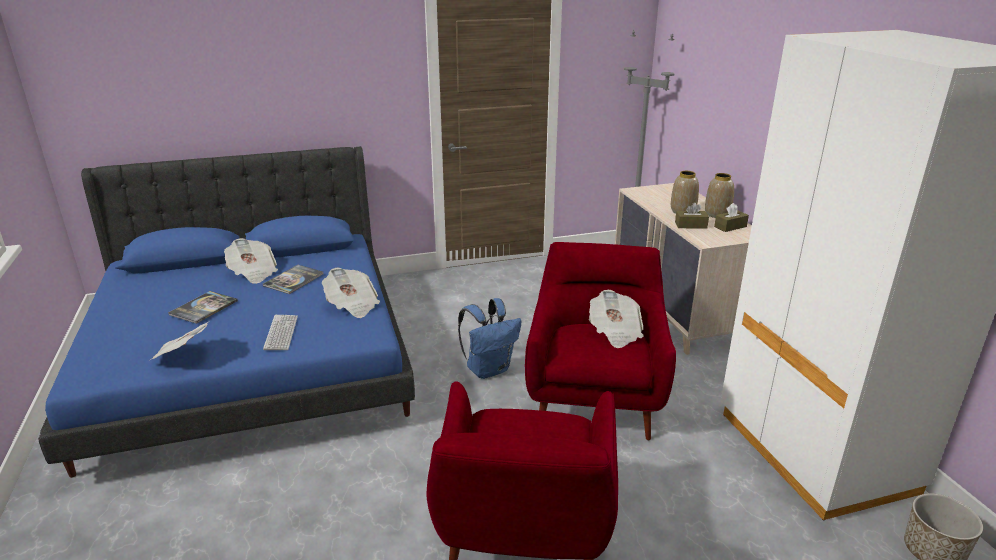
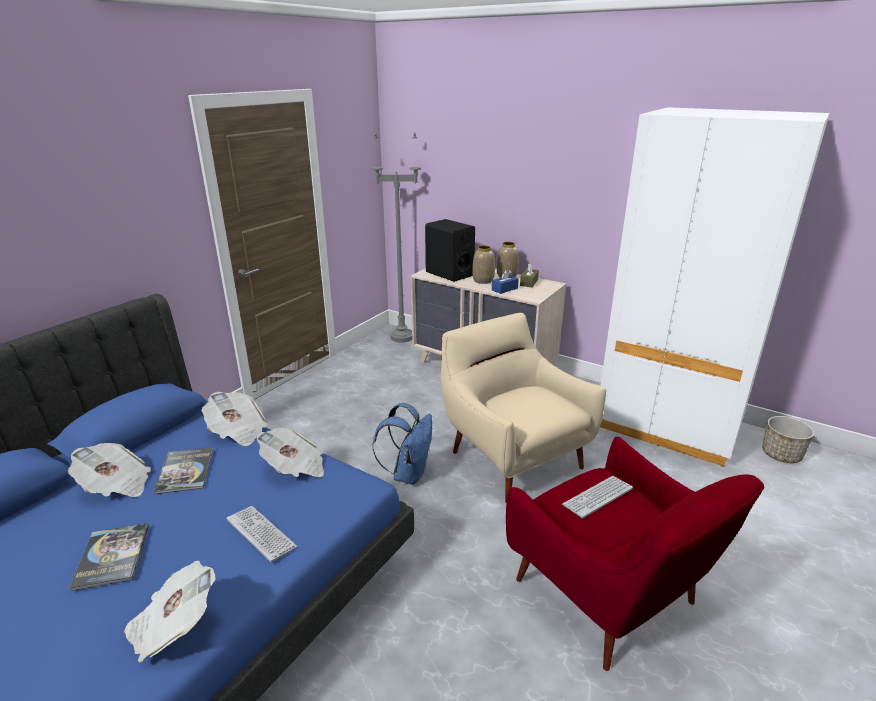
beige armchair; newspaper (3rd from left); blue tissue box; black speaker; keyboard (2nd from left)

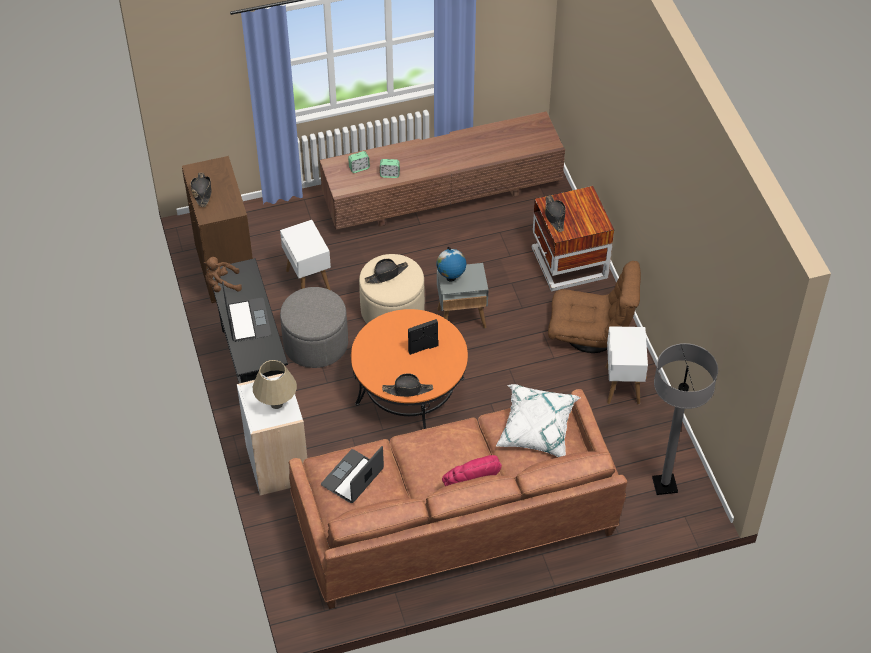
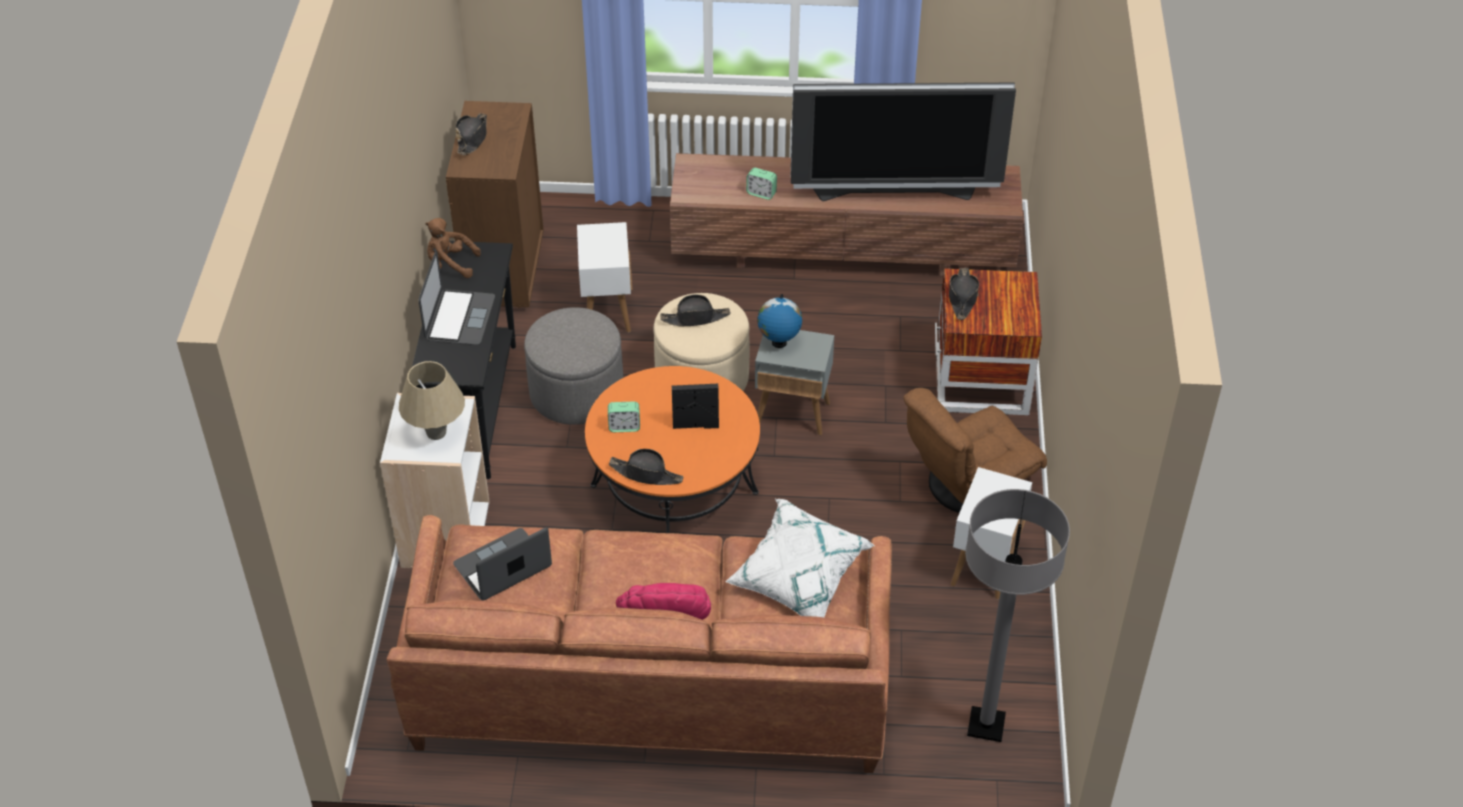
alarm clock (1st from left); brown armchair; television

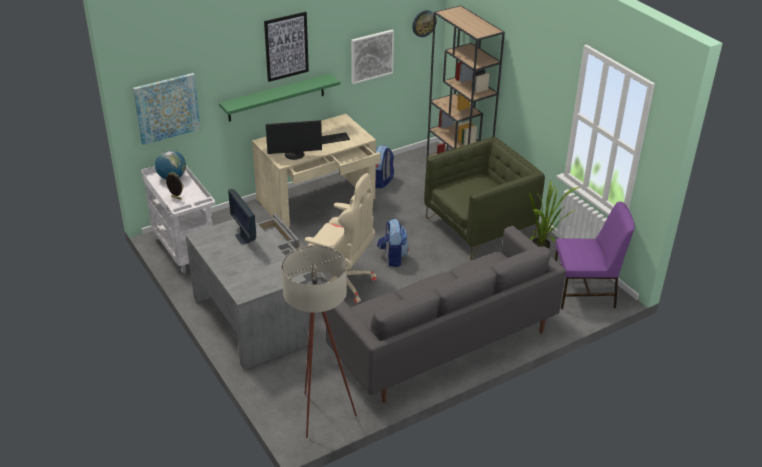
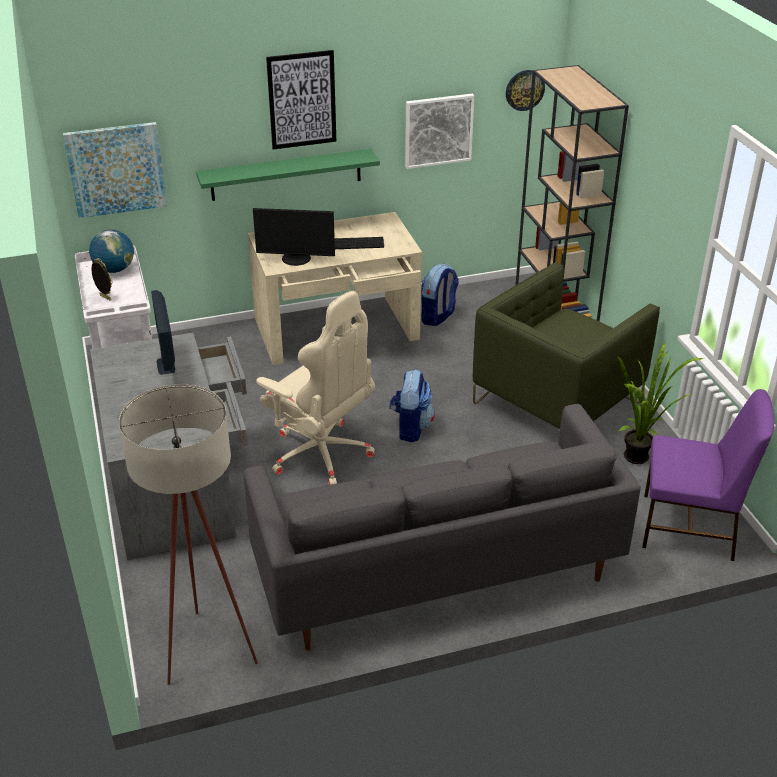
green armchair

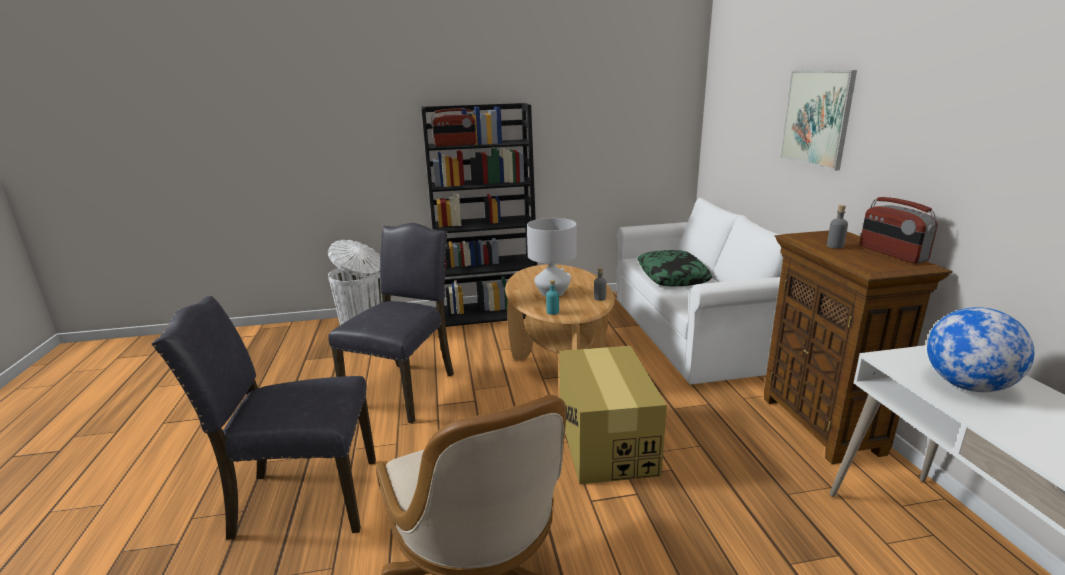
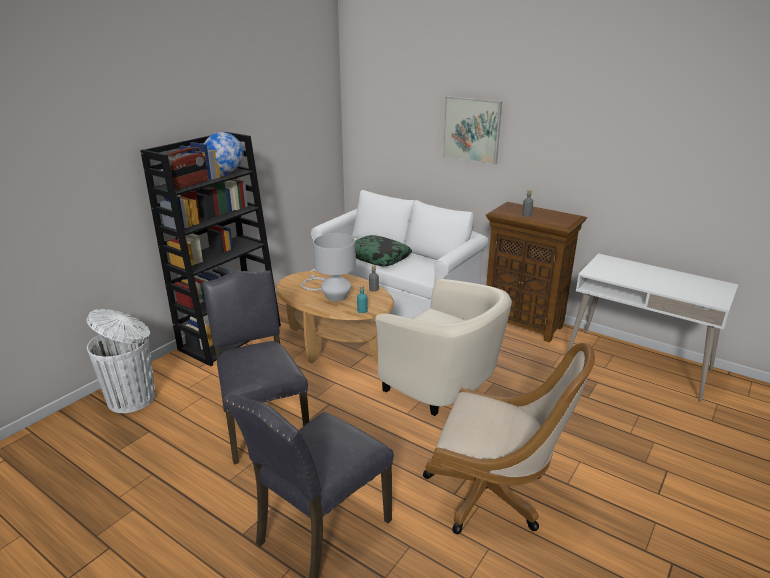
beige armchair; radio (2nd from left in the first image); globe

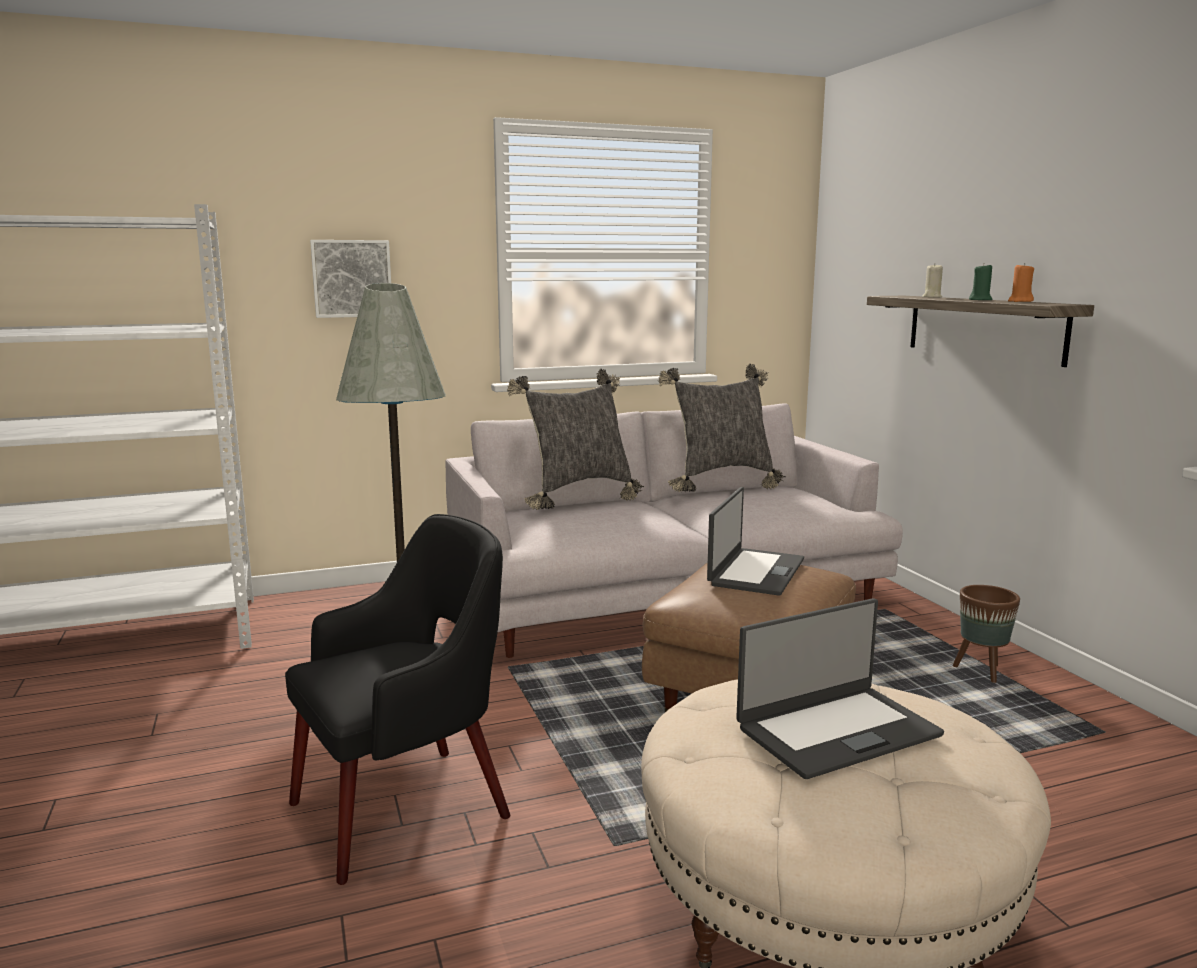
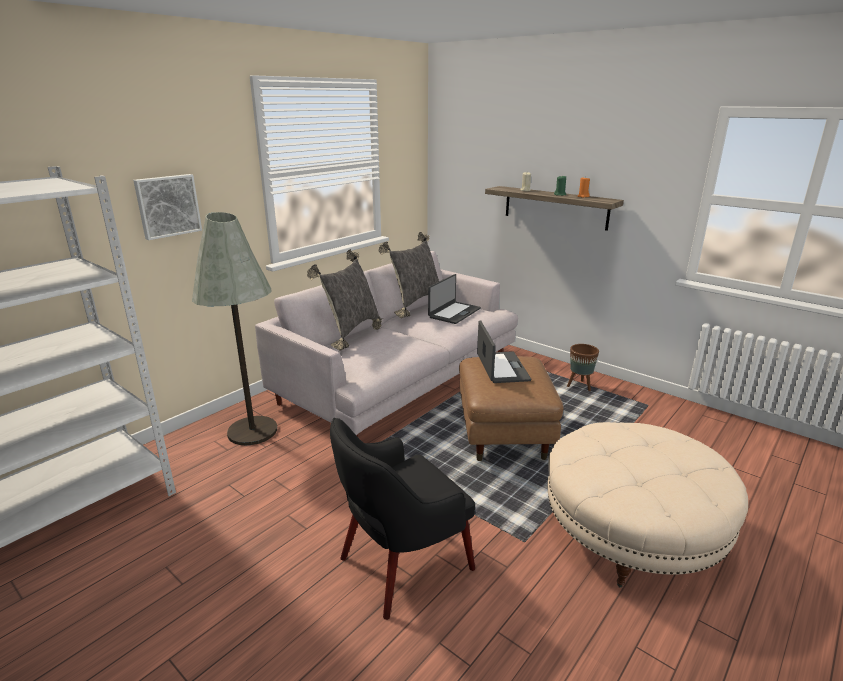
black armchair; laptop (1st from left)

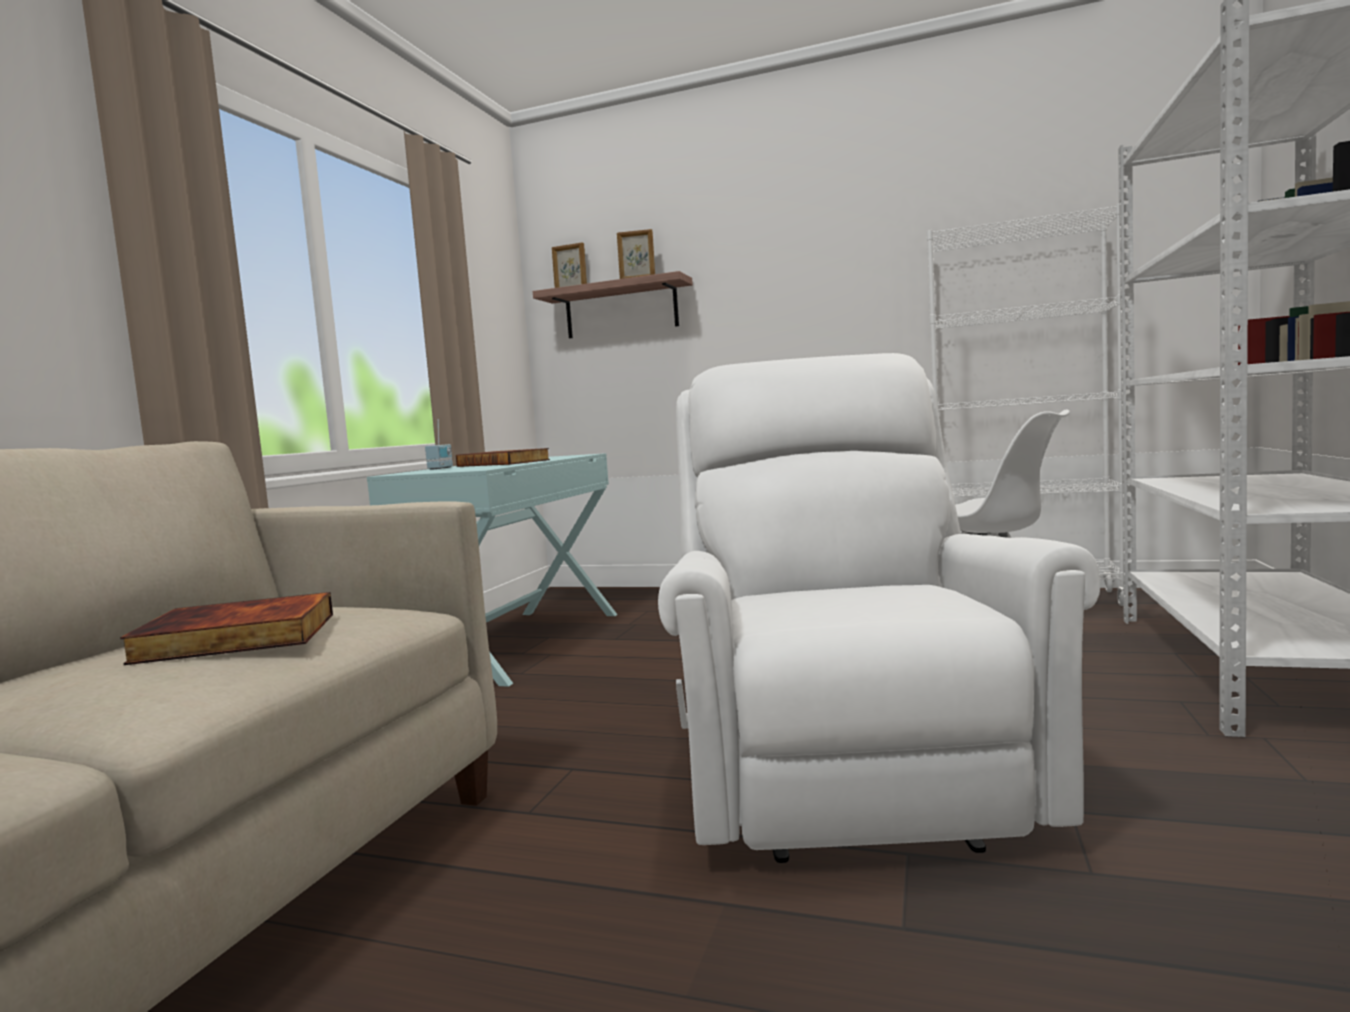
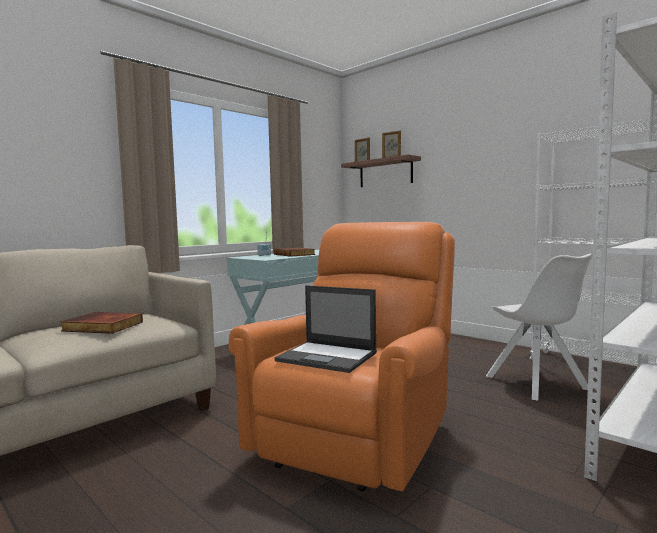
orange armchair; laptop

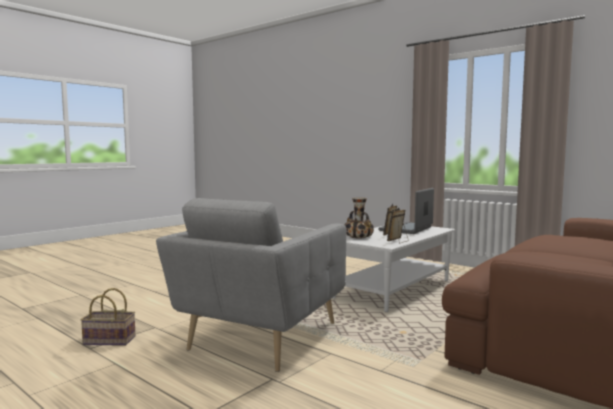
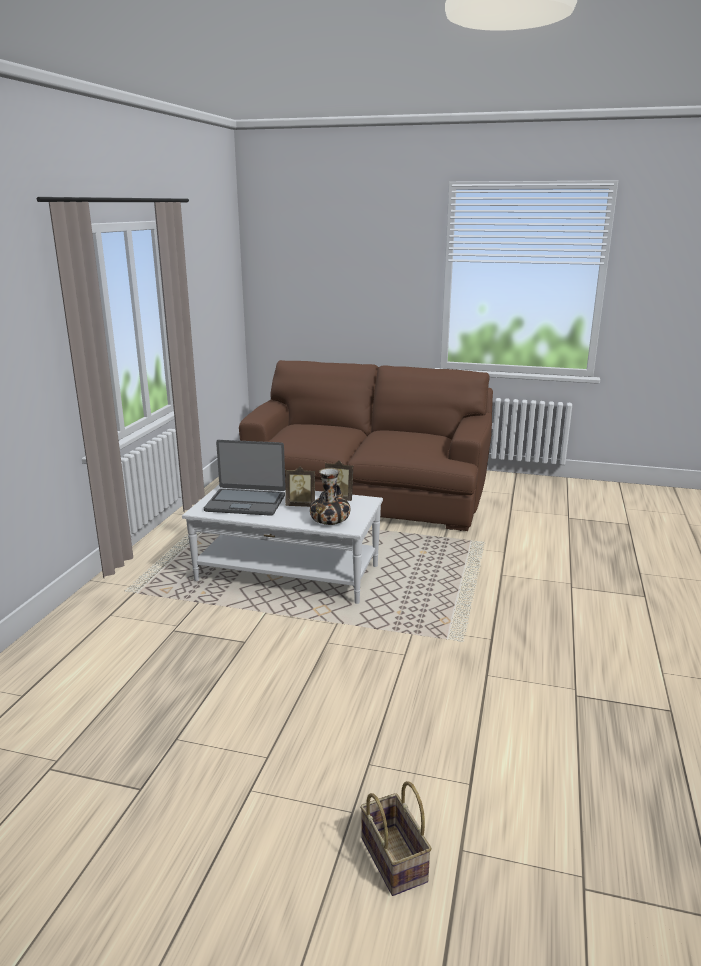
basket; grey armchair

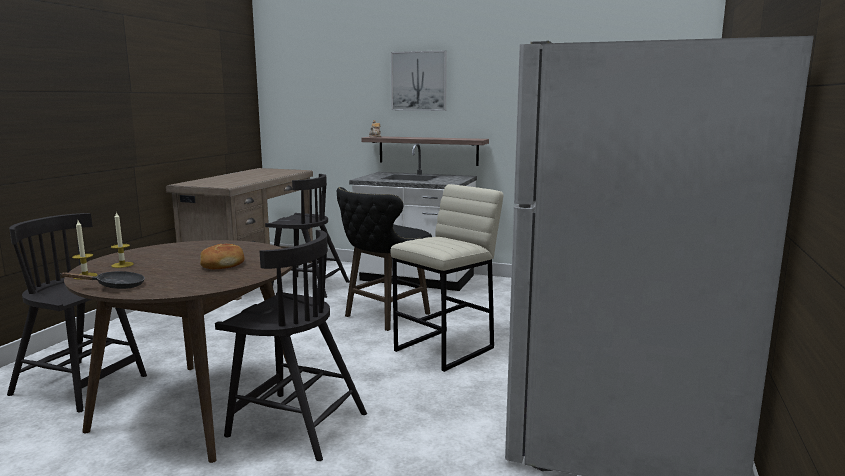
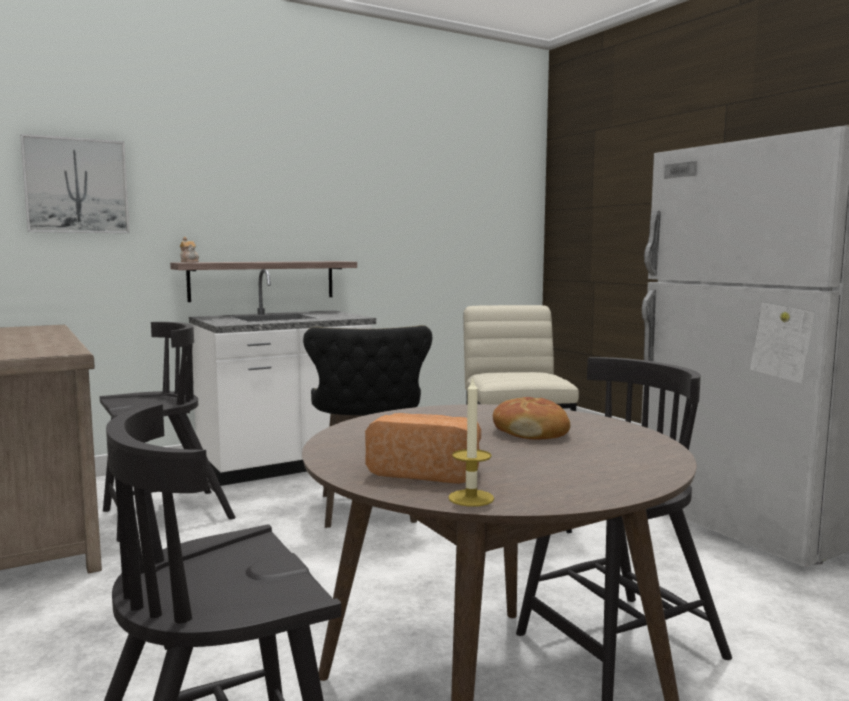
black frying pan; bread (1st from left); picture

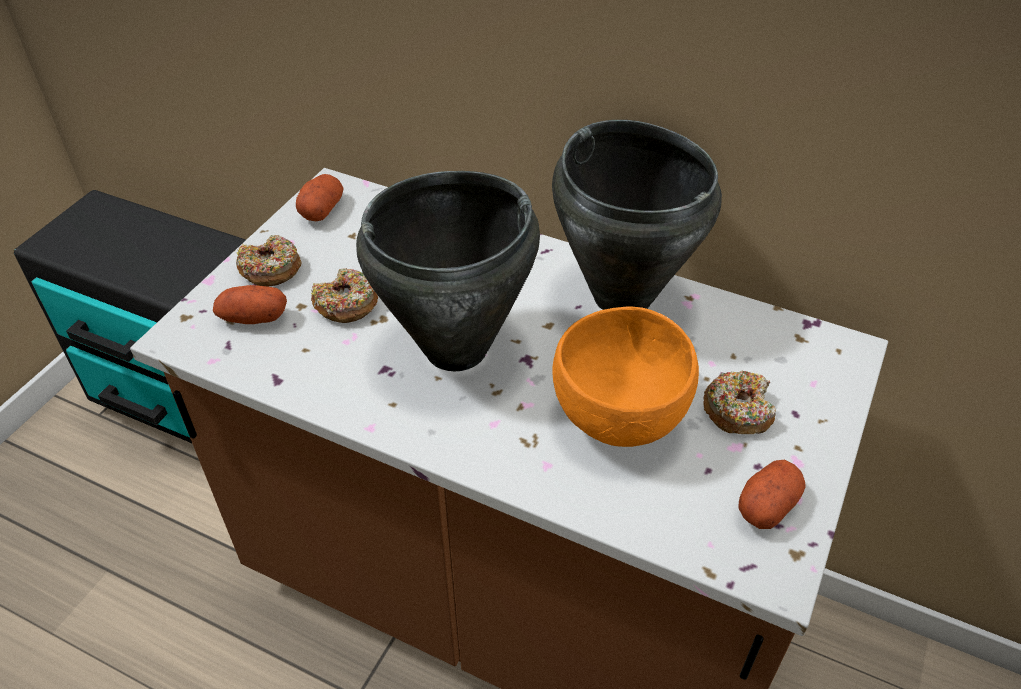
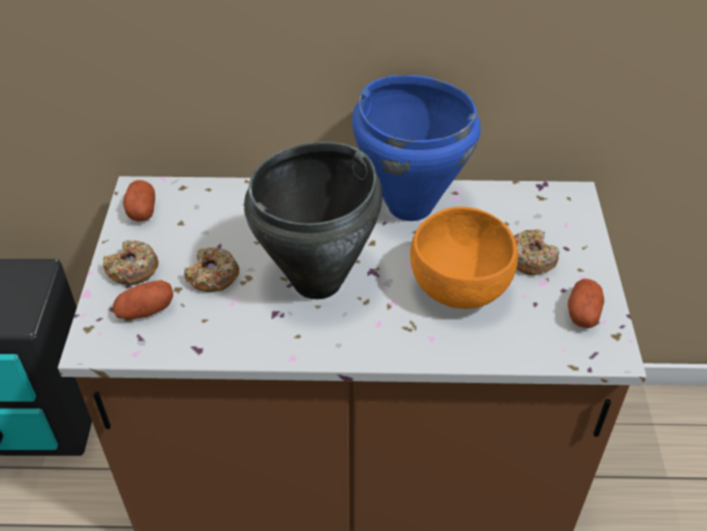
blue cooking pot

